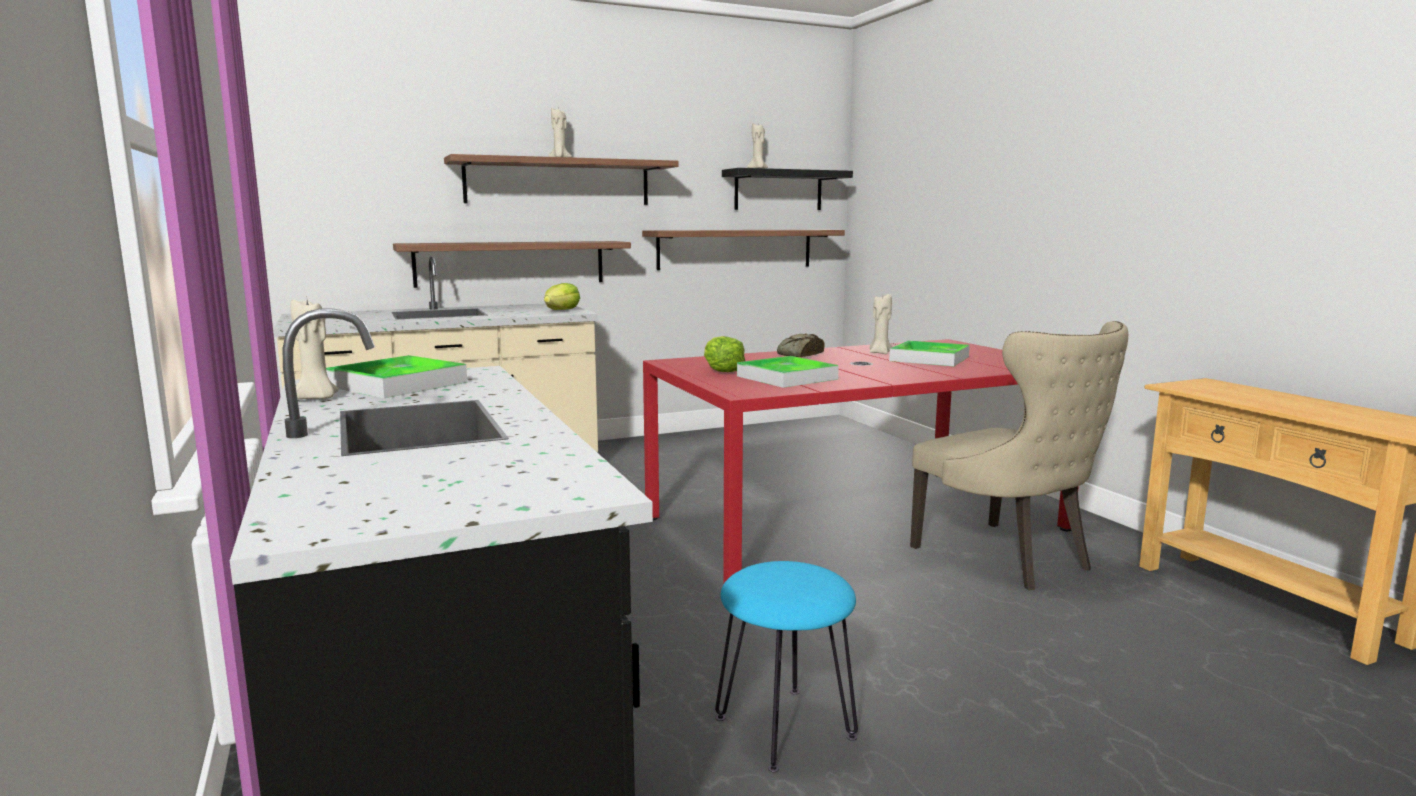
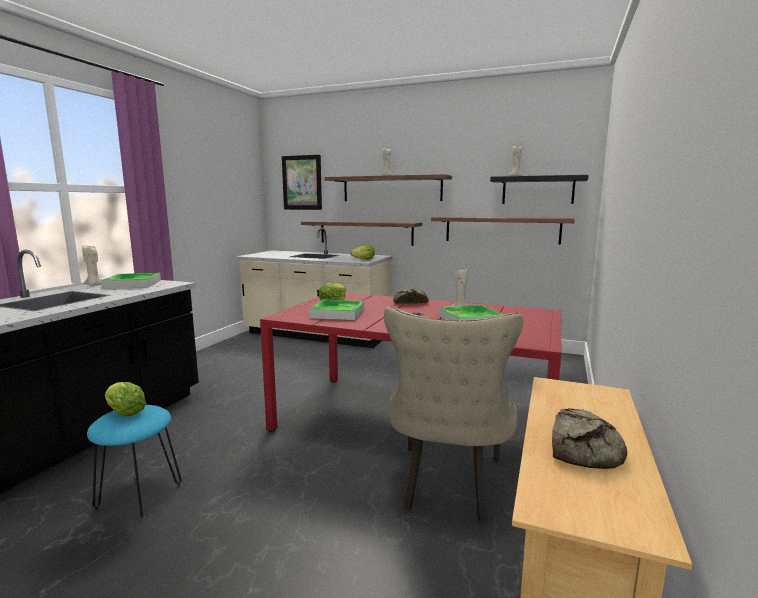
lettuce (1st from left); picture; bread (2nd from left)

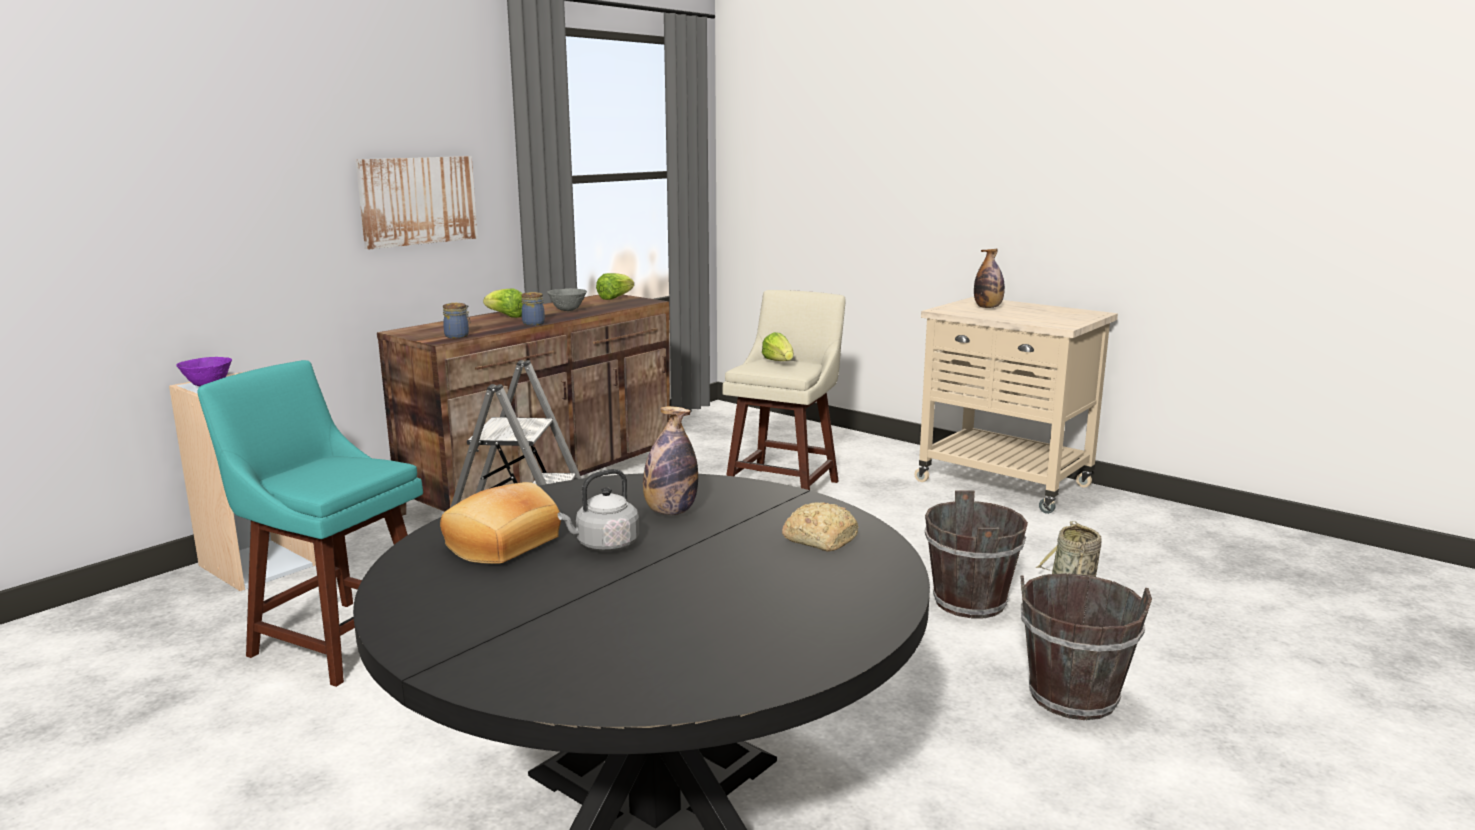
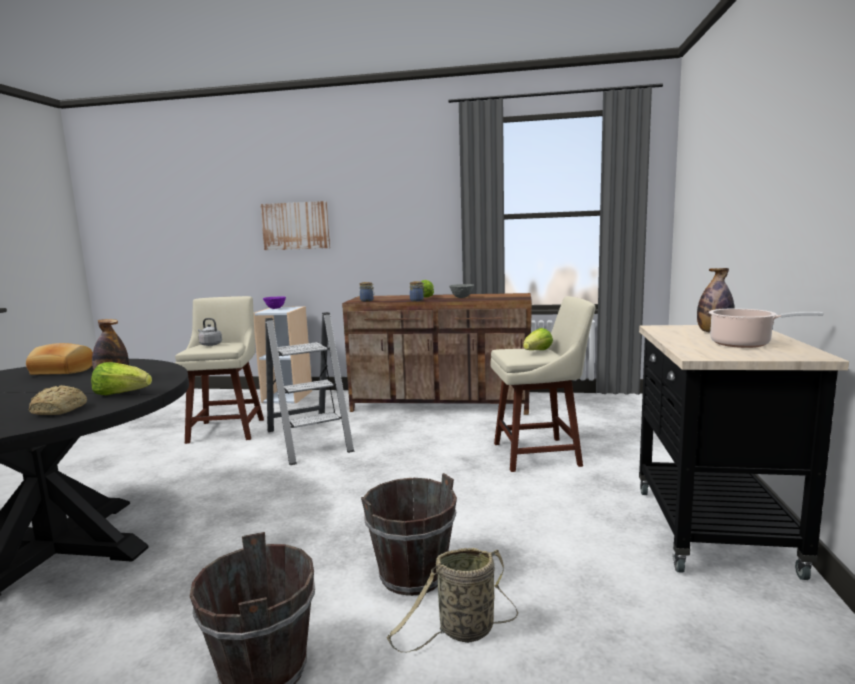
beige stool (1st from left); picture; grey kettle; lettuce (1st from left); black cart; cooking pot

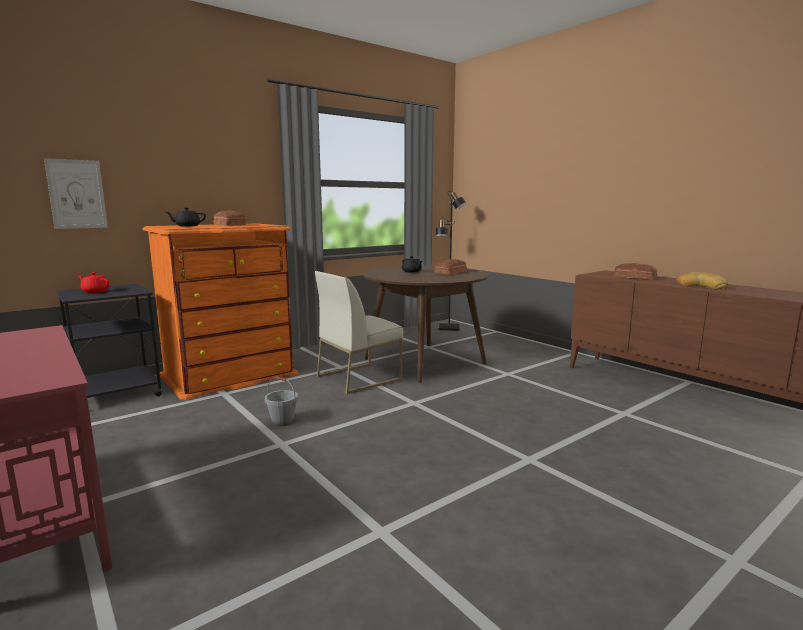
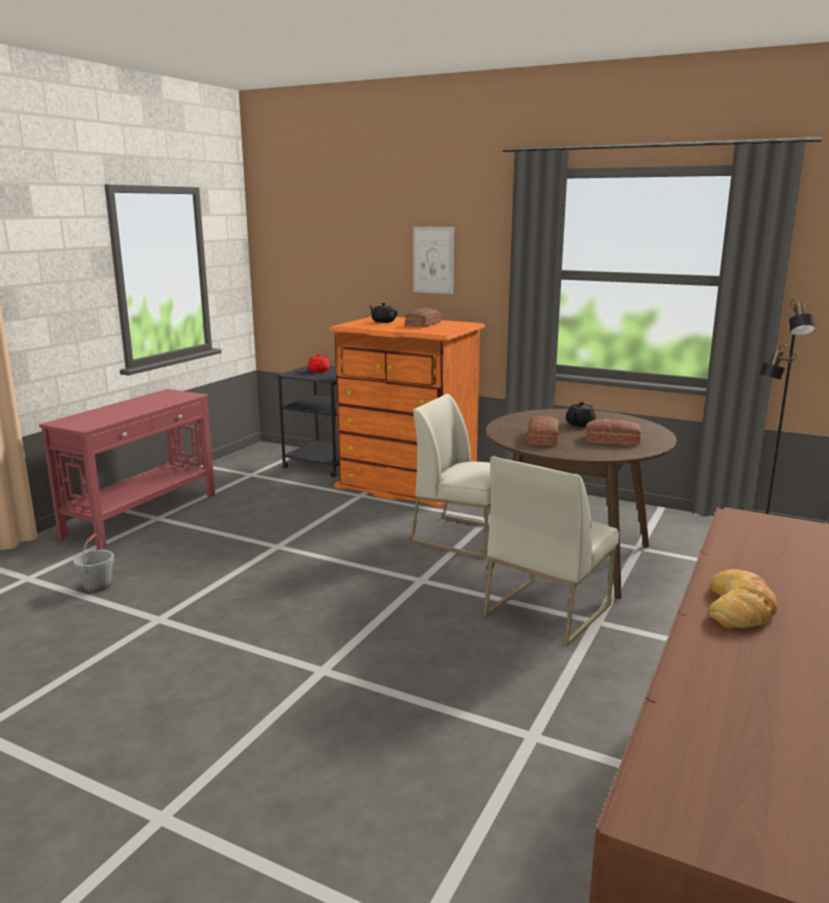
picture; grey bucket; bread (2nd from left); white chair (2nd from left)

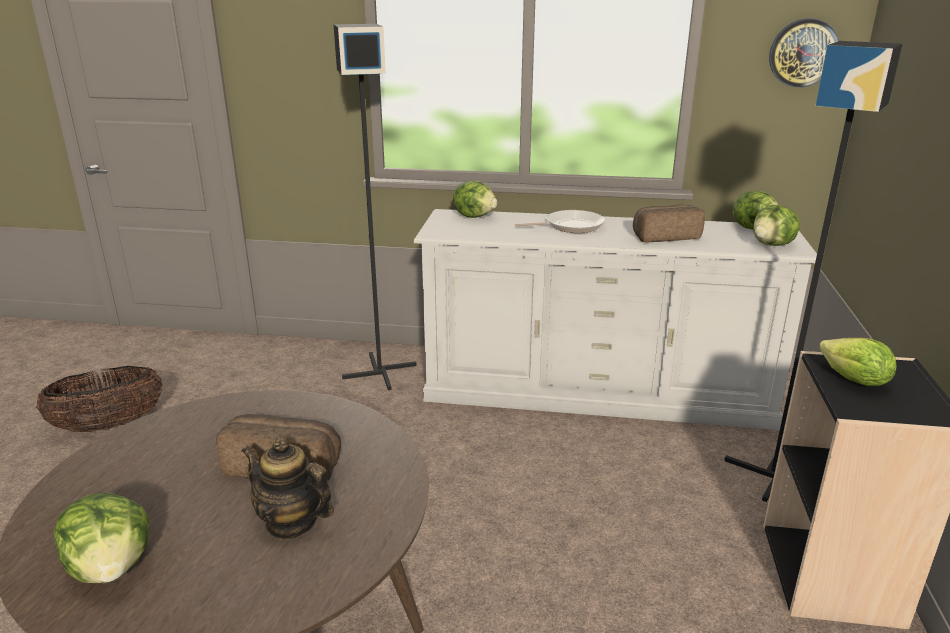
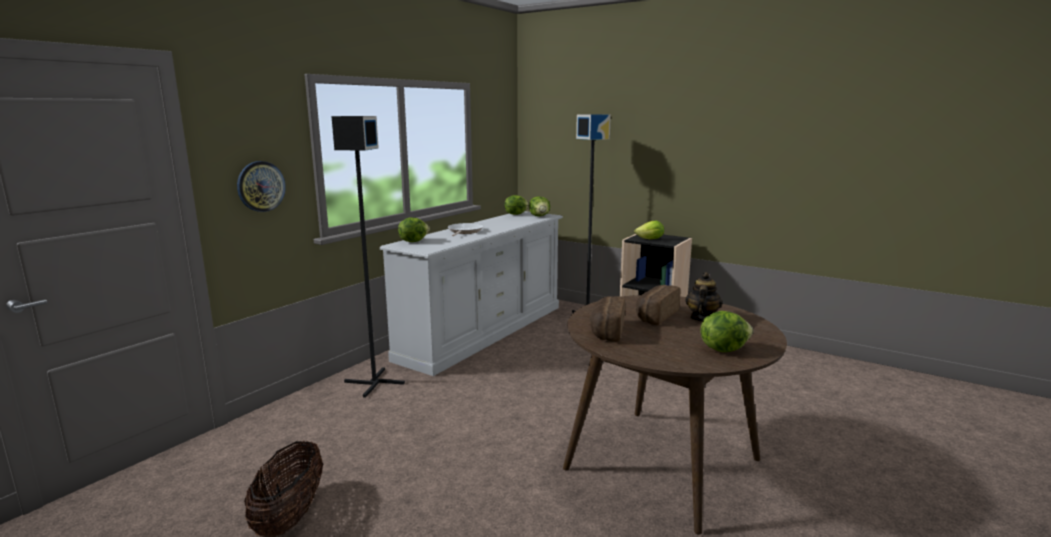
teapot; bread (1st from left); wall clock

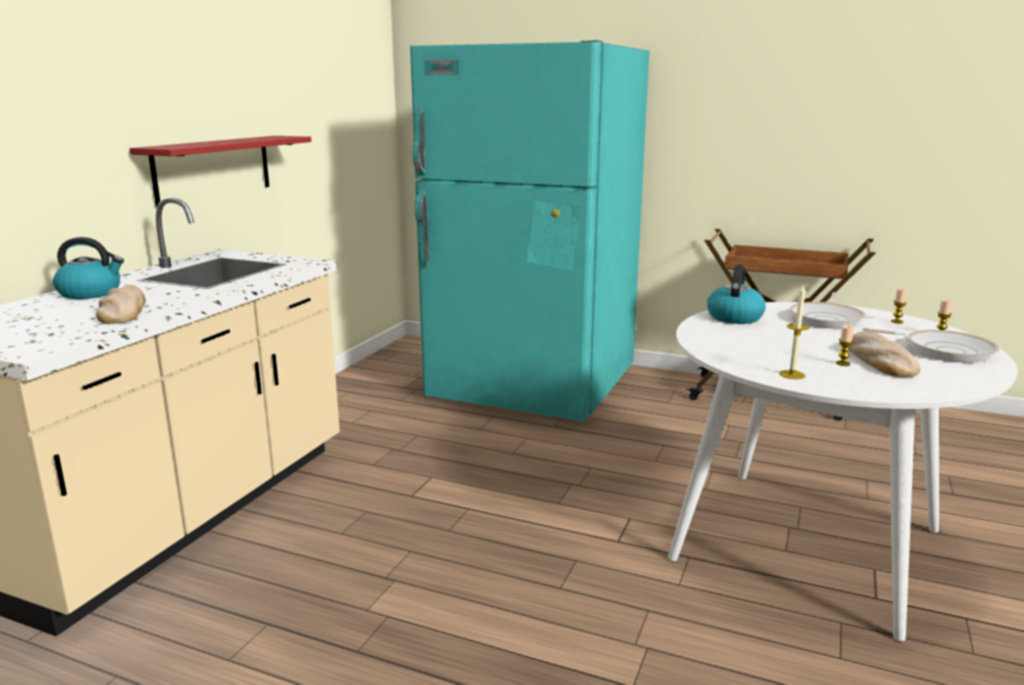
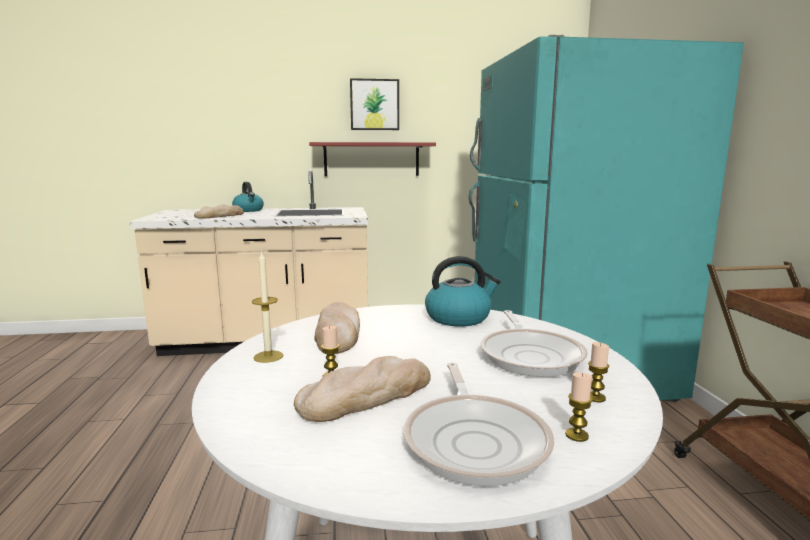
frying pan (2nd from left); bread (2nd from left); picture

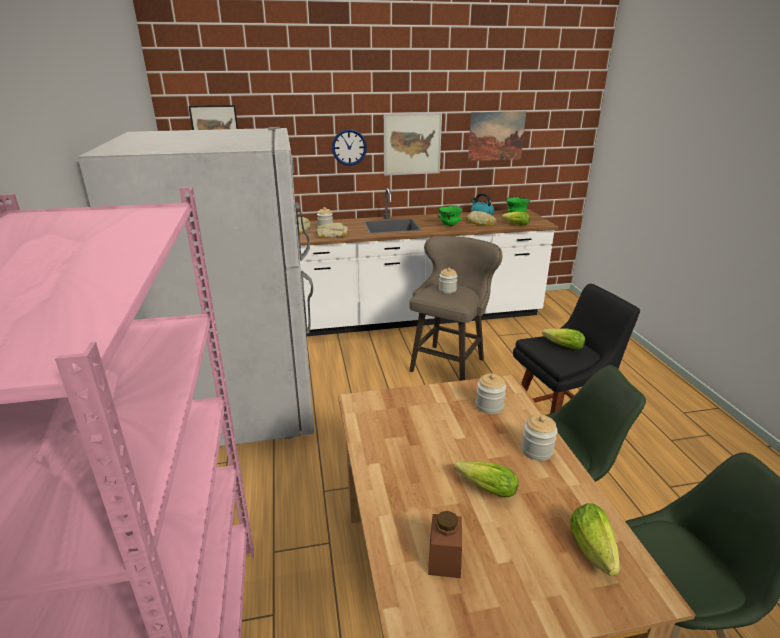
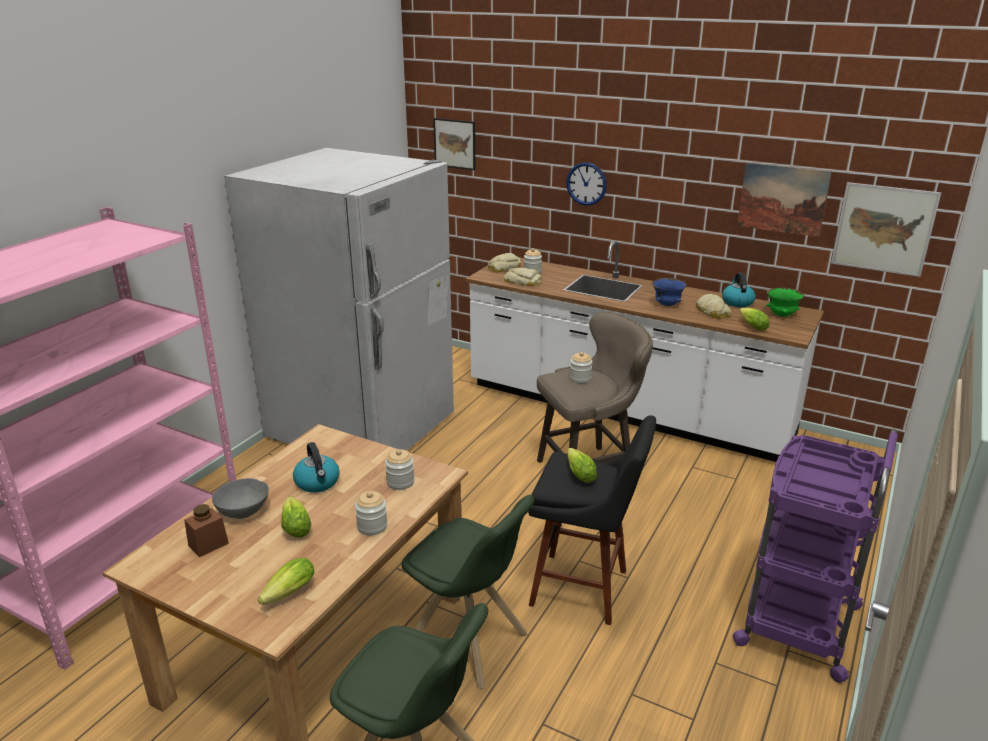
picture (3rd from left); blue bowl; grey bowl; kettle (1st from left); purple cart

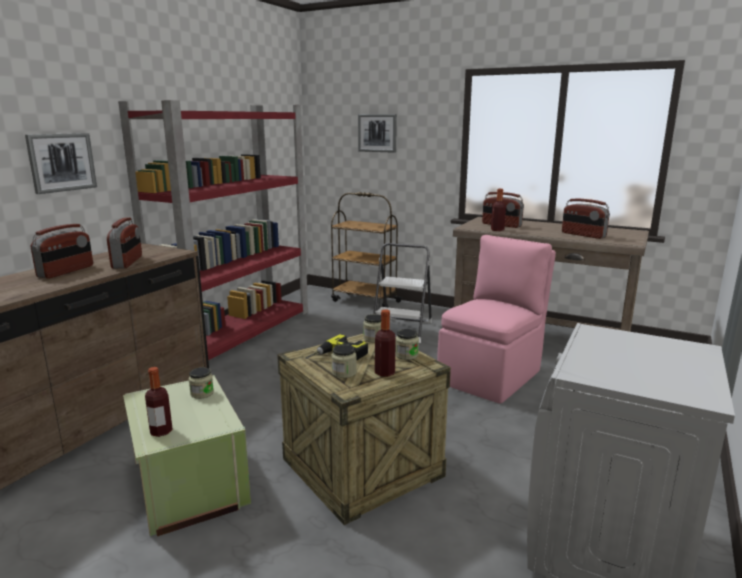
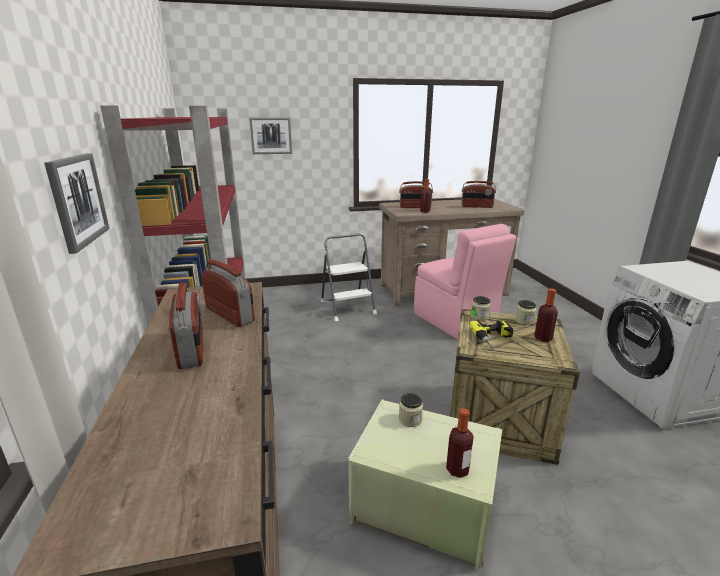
brown cart; jar (2nd from left in the first image); pink chair

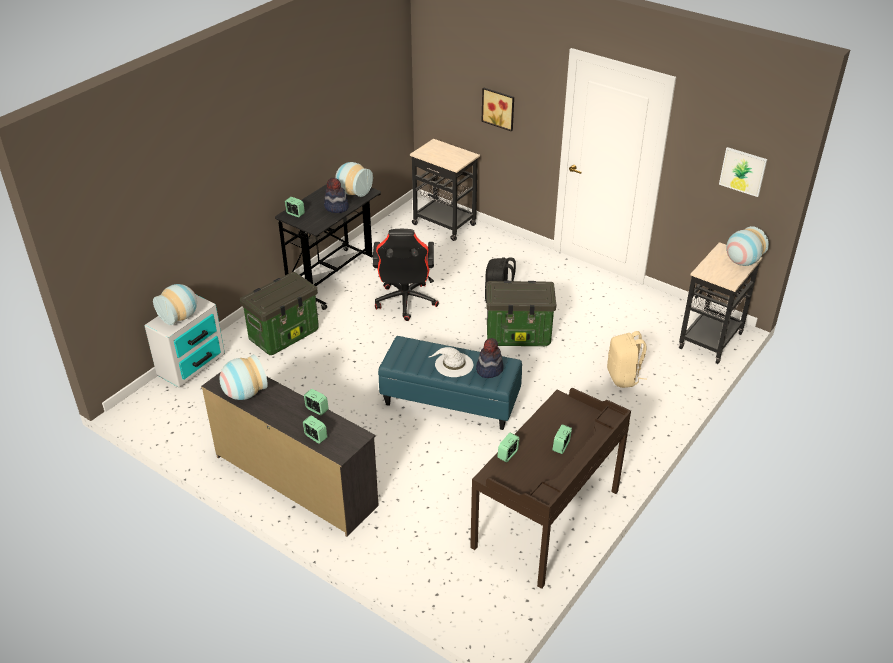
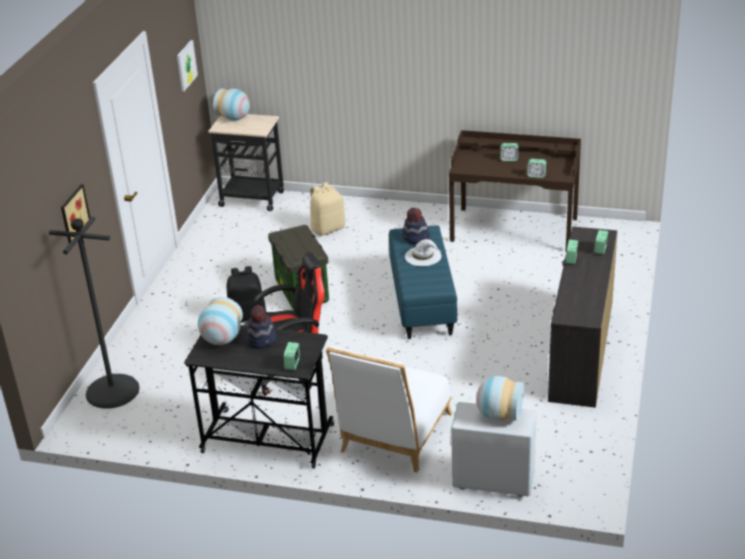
vase (2nd from left in the first image); white chair; black clothes rack

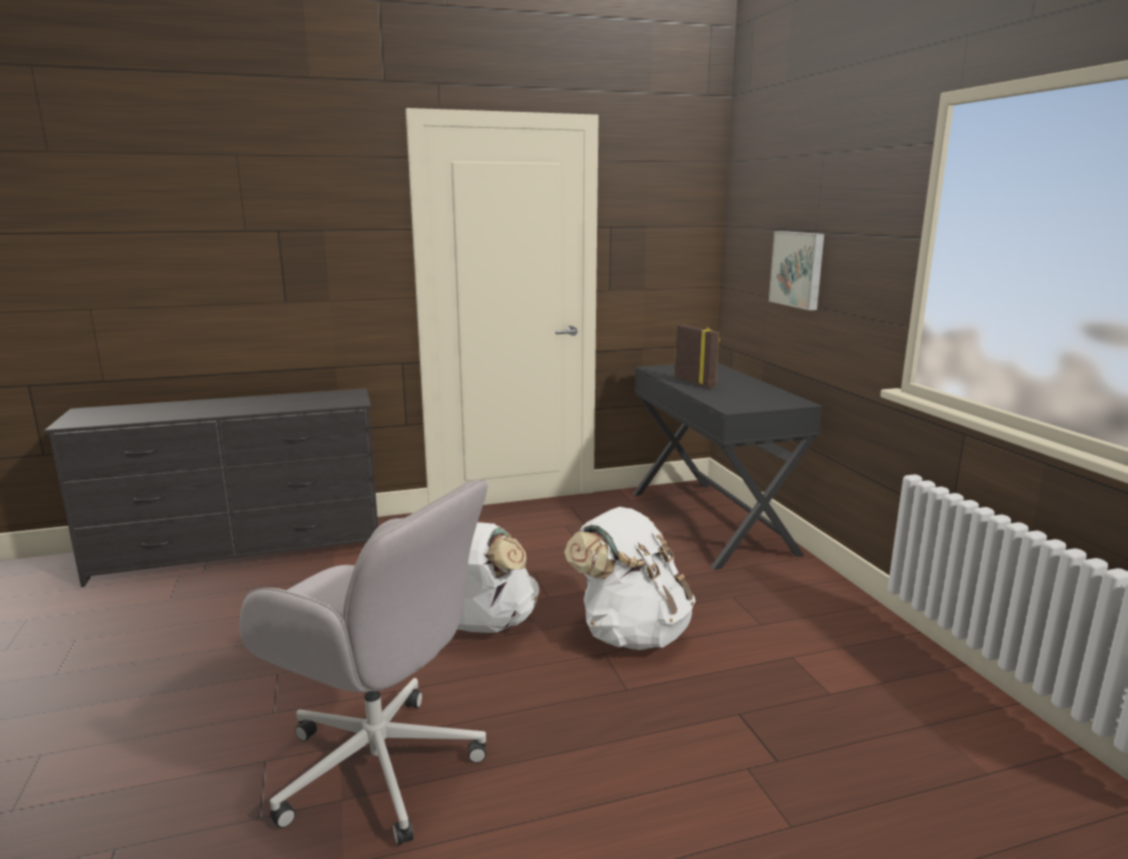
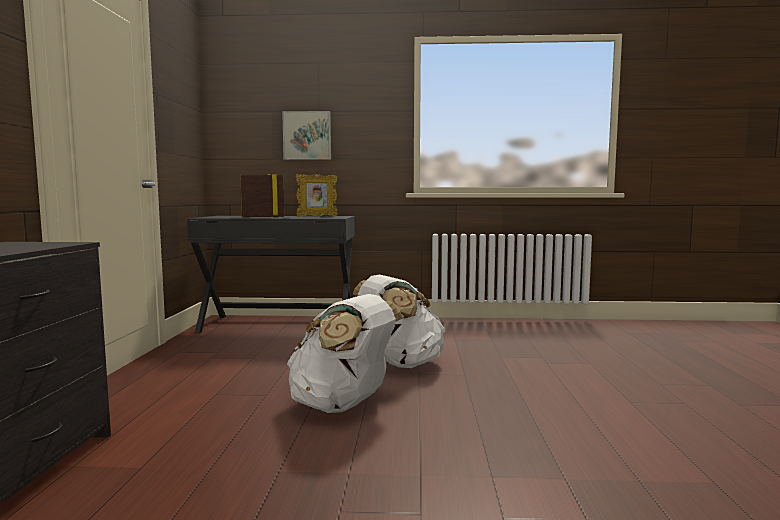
grey office chair; picture frame (2nd from left)

